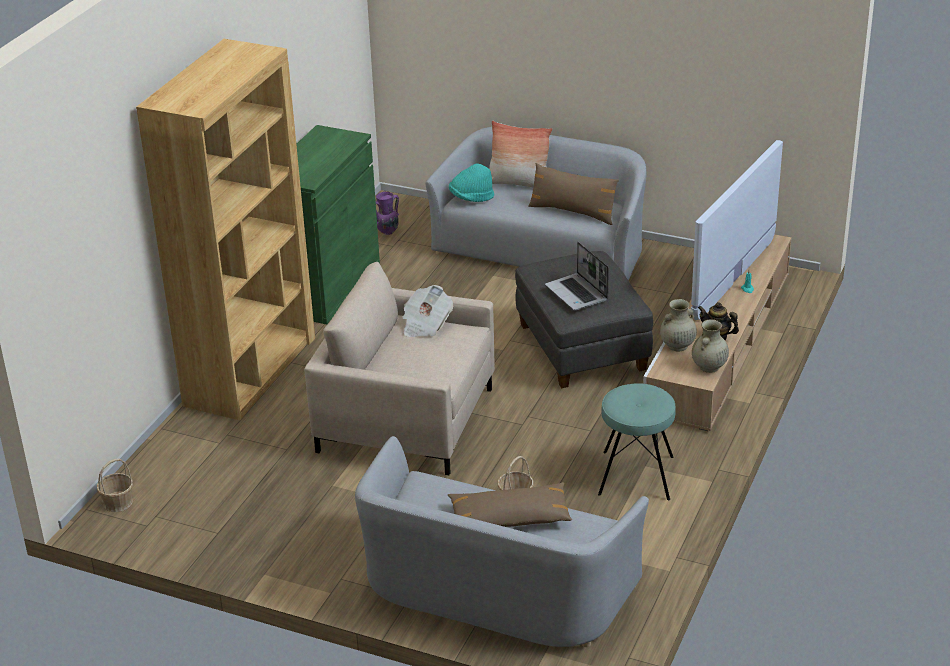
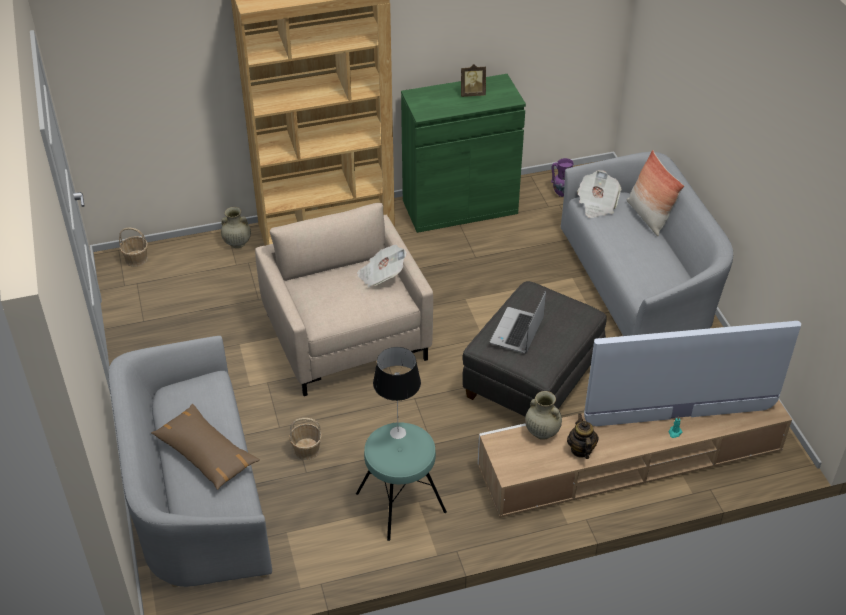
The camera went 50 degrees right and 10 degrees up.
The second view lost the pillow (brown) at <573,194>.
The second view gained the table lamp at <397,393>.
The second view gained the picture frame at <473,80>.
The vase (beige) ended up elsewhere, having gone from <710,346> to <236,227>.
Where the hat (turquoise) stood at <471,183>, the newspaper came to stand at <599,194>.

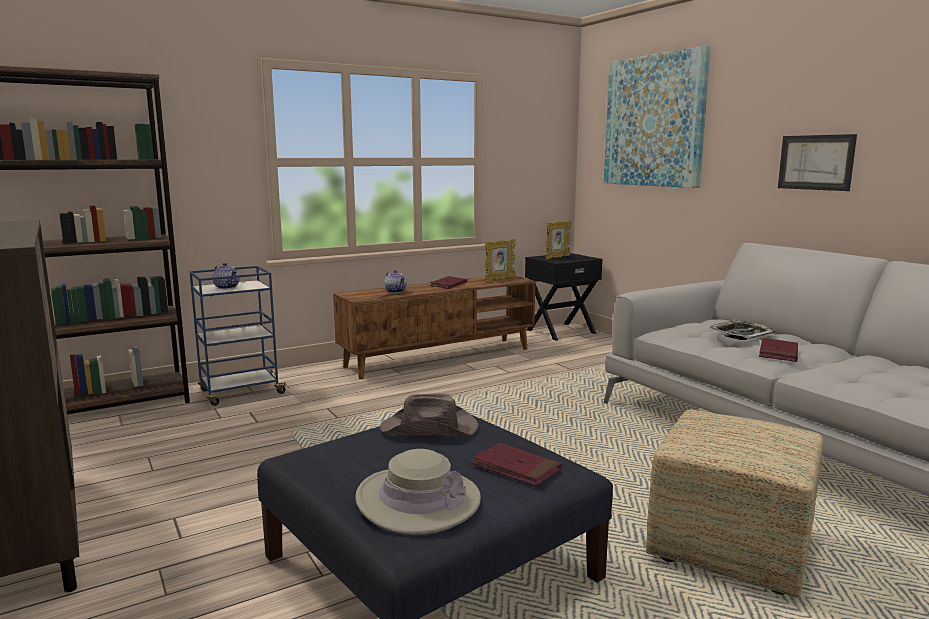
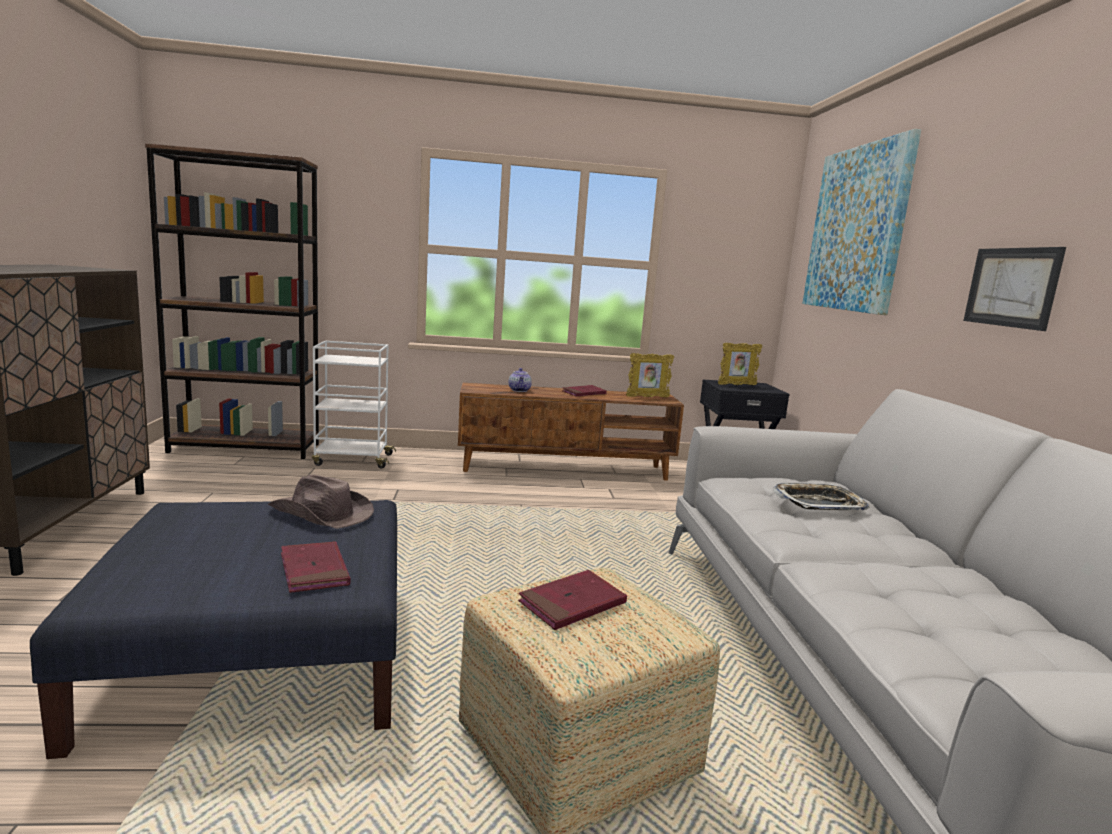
The camera went 25 degrees right and 0 degrees up.
The second view lost the teapot at <226,276>.
The second view lost the hat (beige) at <418,492>.
The book (red) ended up elsewhere, having gone from <778,350> to <572,600>.
What was the cart (blue) at <239,336> turned into the cart (white) at <354,405>.

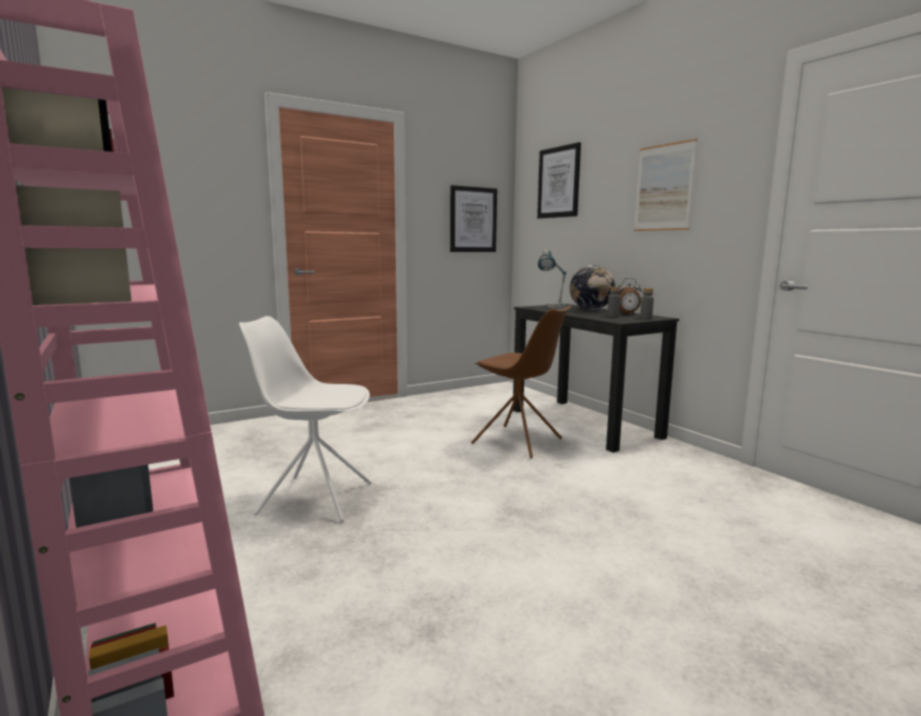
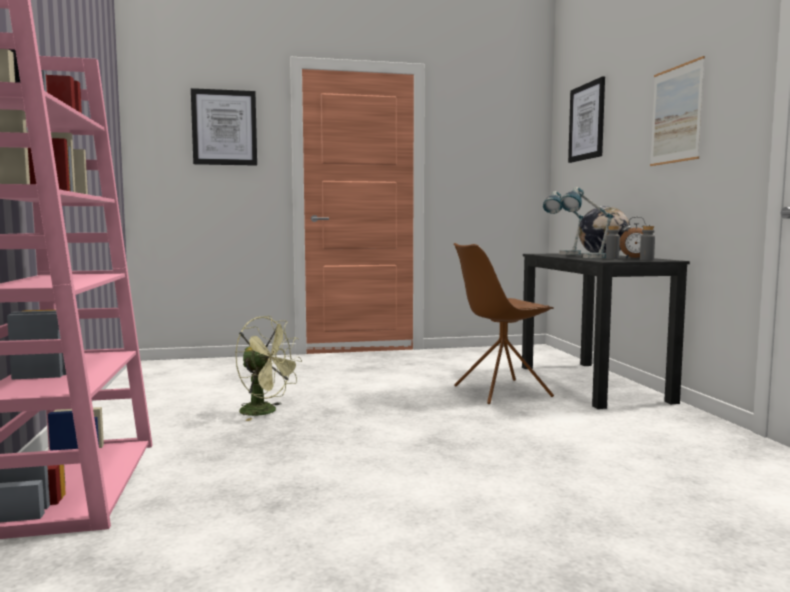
The camera went 20 degrees right and 5 degrees down.
The second view gained the table lamp at <586,222>.
The picture ended up elsewhere, having gone from <473,218> to <224,127>.
Where the chair (white) stood at <305,419>, the fan (green) came to stand at <268,368>.
The chair (brown) at <521,381> ended up facing another way, 105 degrees clockwise from before.

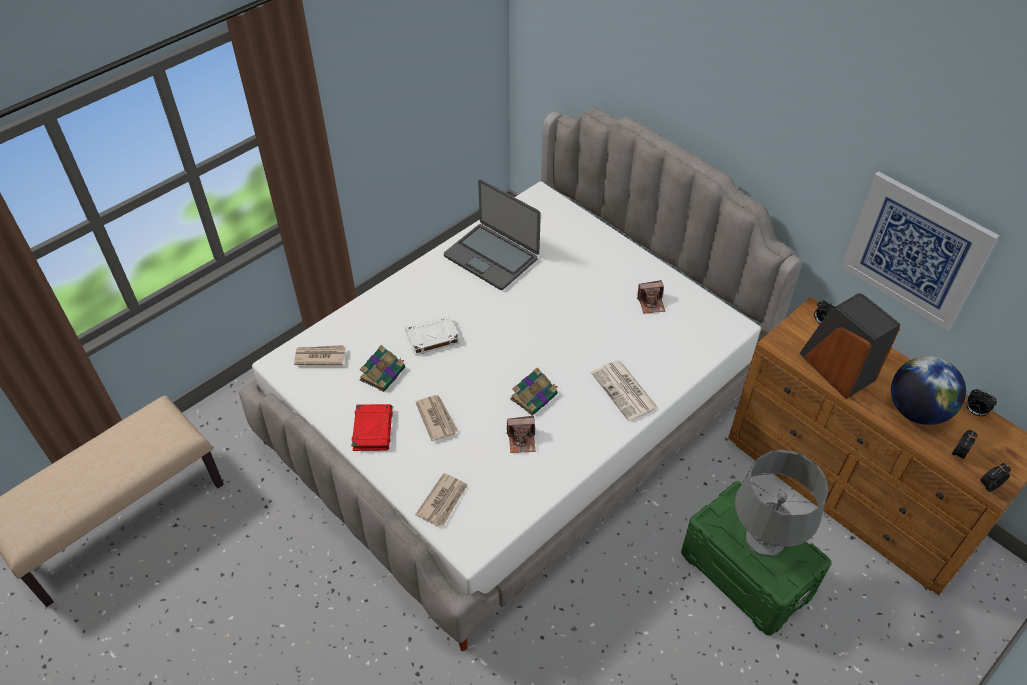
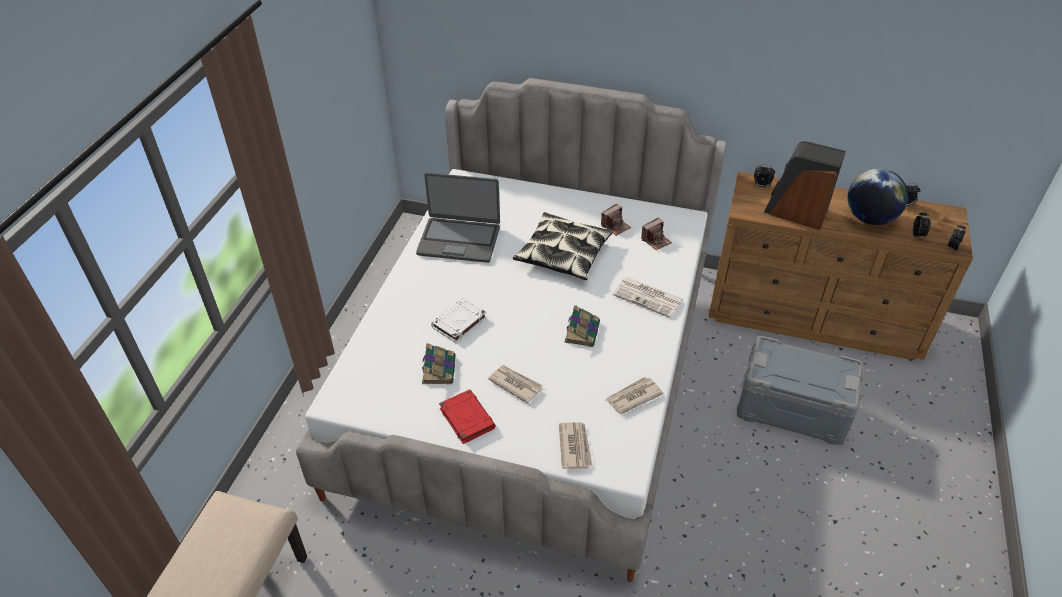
The camera went 30 degrees left and 5 degrees down.
The second view lost the table lamp (grey) at <781,503>.
The second view lost the picture at <920,251>.
The second view gained the pillow at <563,246>.
The newspaper ended up elsewhere, having gone from <320,355> to <634,395>.
The photo camera ended up elsewhere, having gone from <520,434> to <656,234>.
What was the storage box (green) at <756,558> turned into the storage box (grey) at <800,390>.

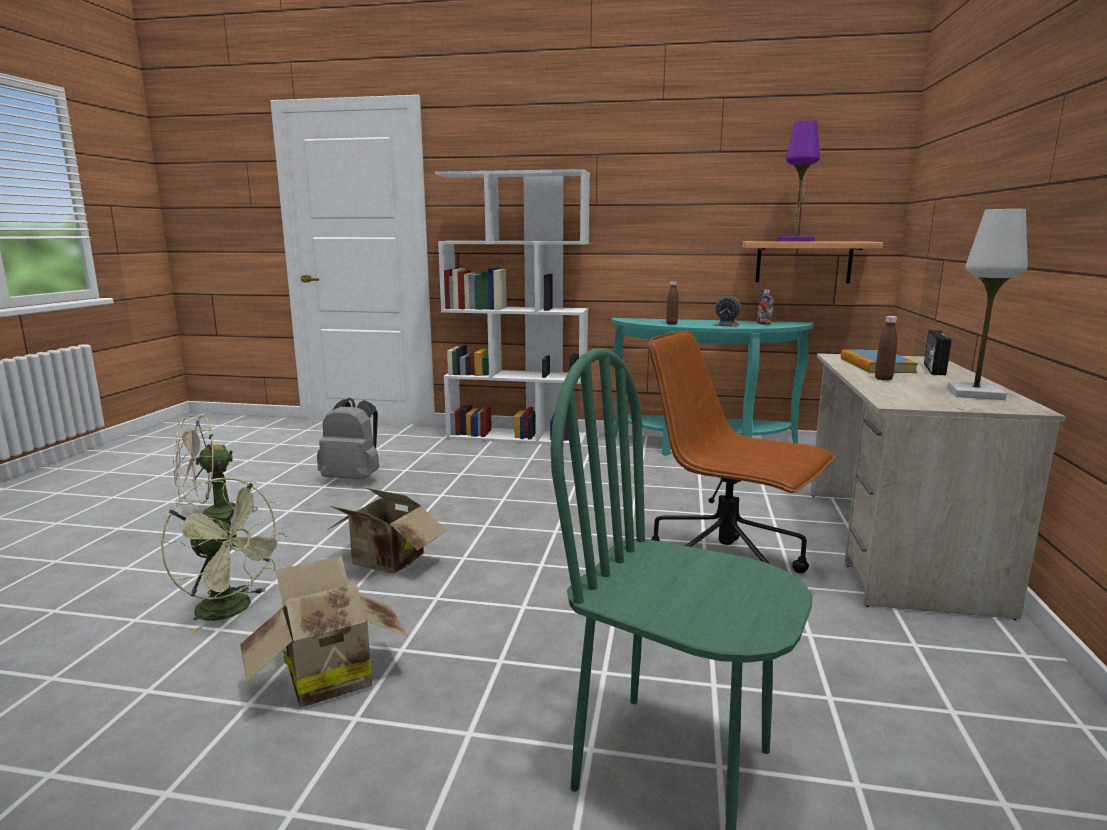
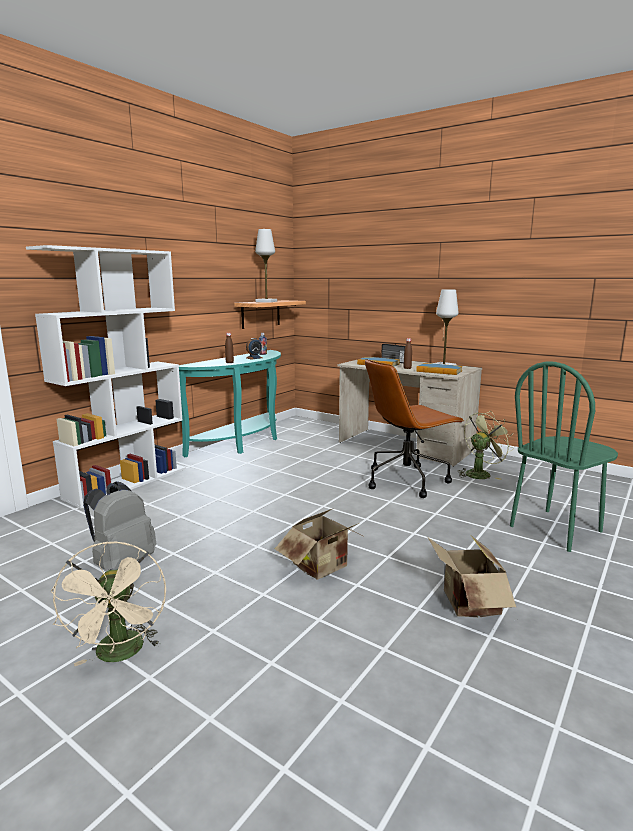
The camera went 65 degrees left and 0 degrees up.
The second view gained the book at <440,369>.
The fan (green) ended up elsewhere, having gone from <224,556> to <486,445>.
What was the table lamp (purple) at <798,181> turned into the table lamp (white) at <266,265>.

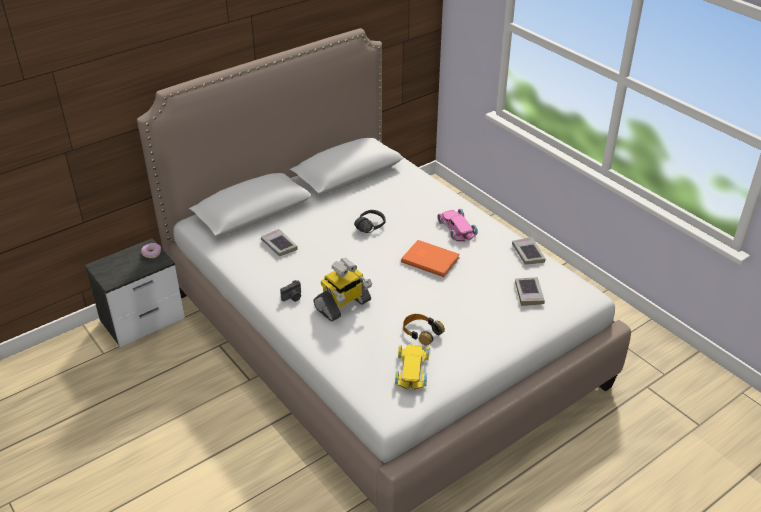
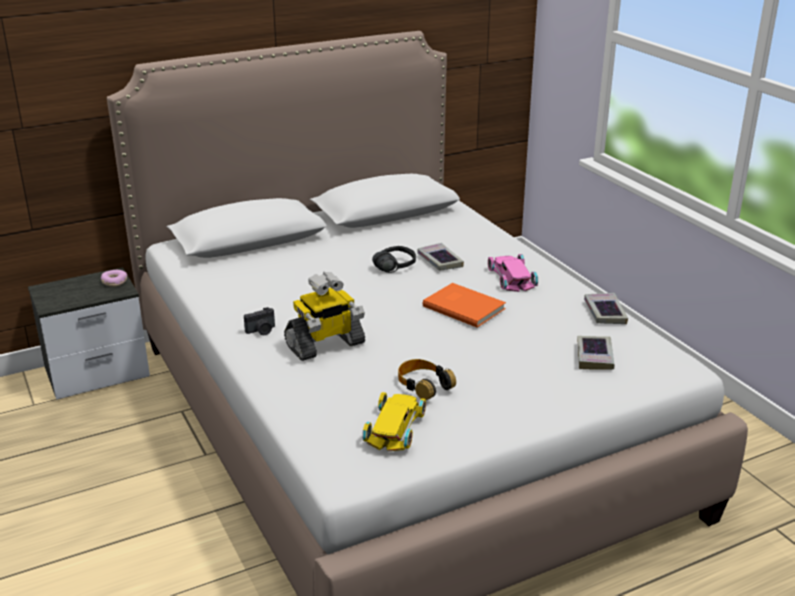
The camera went 10 degrees right and 10 degrees down.
The book ended up elsewhere, having gone from <279,242> to <440,257>.

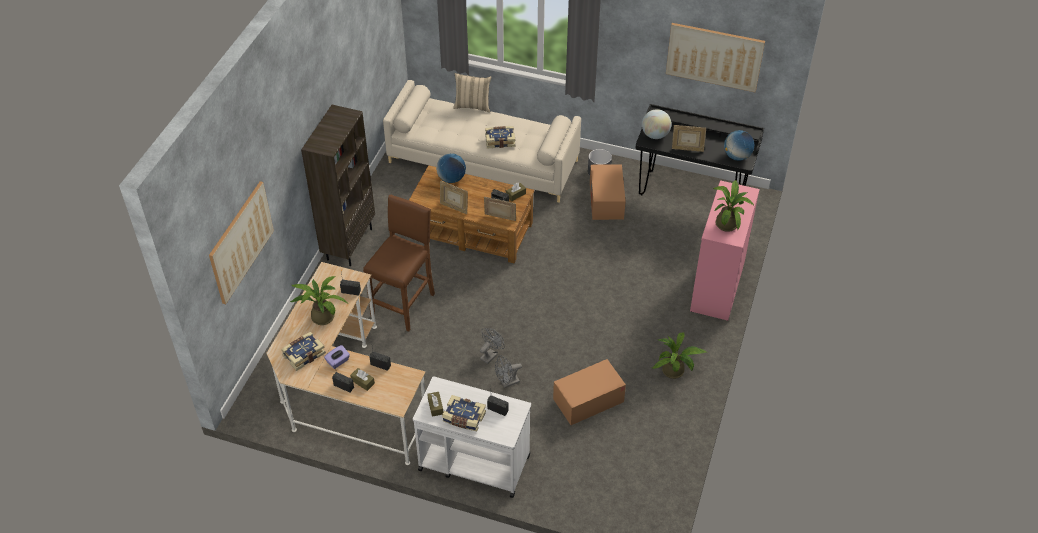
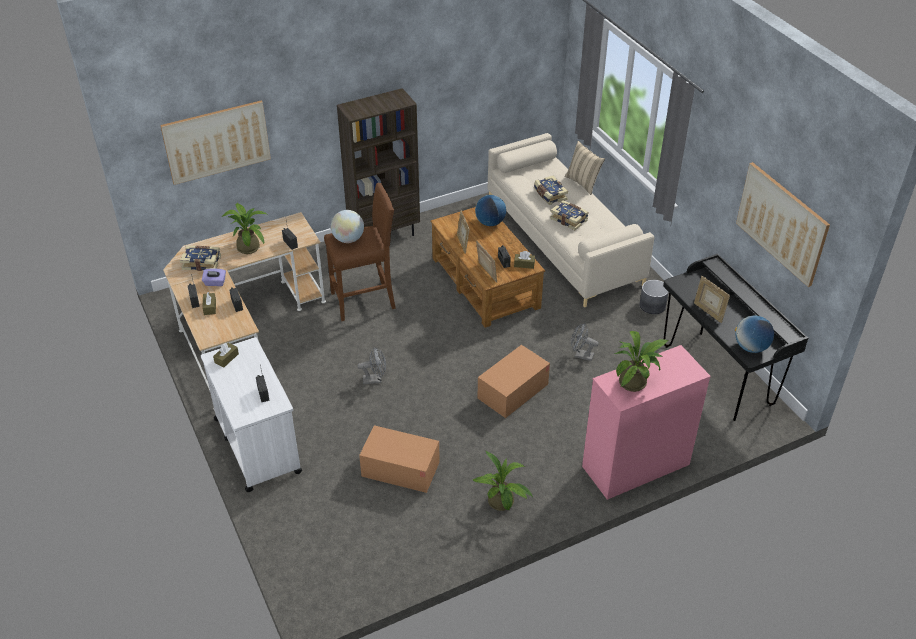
The camera went 45 degrees right and 5 degrees down.
The book ended up elsewhere, having gone from <464,413> to <551,190>.
The fan (grey) ended up elsewhere, having gone from <508,371> to <585,342>.
The cardboard box ended up elsewhere, having gone from <608,192> to <514,381>.
The globe ended up elsewhere, having gone from <657,124> to <347,226>.

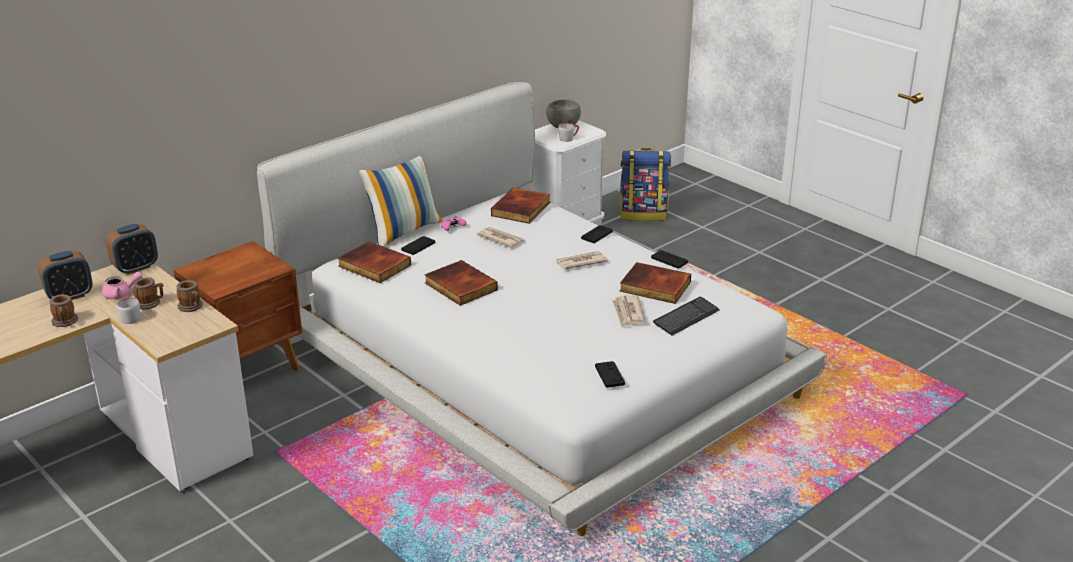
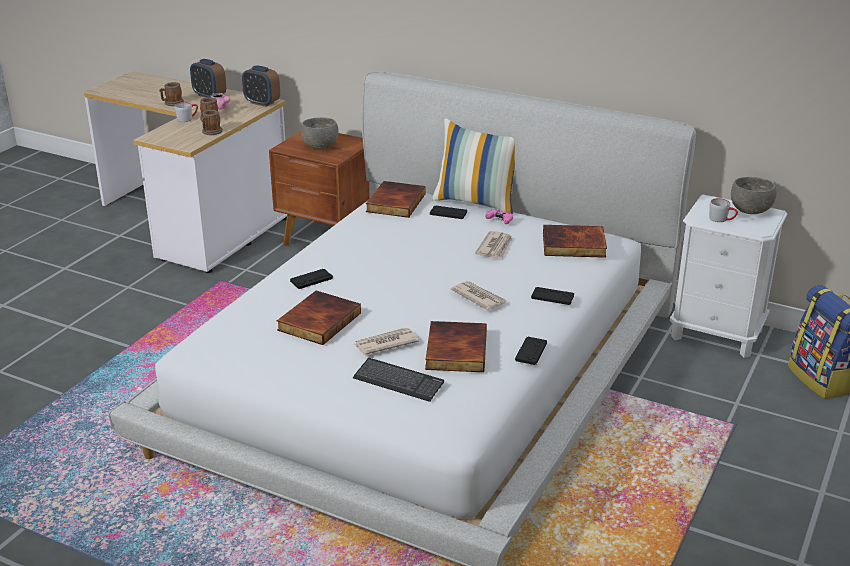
The camera went 70 degrees right and 0 degrees up.
The second view gained the bowl (grey) at <320,133>.
The book ended up elsewhere, having gone from <461,283> to <319,317>.
The game controller (black) ended up elsewhere, having gone from <610,374> to <311,279>.

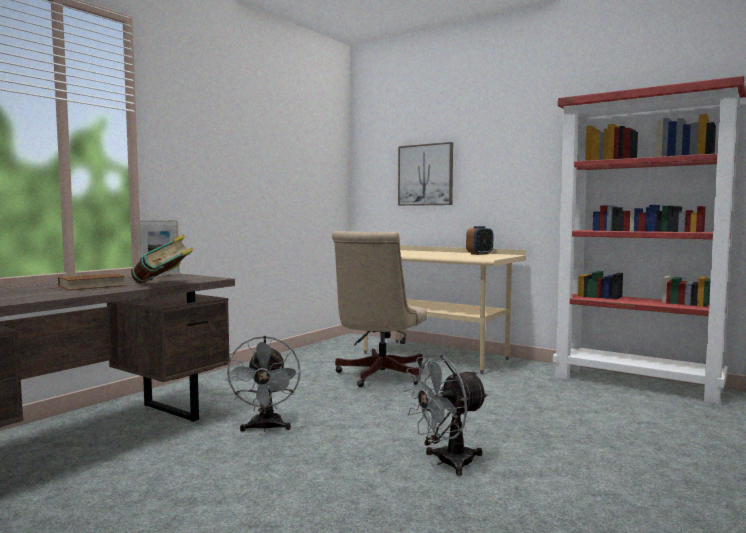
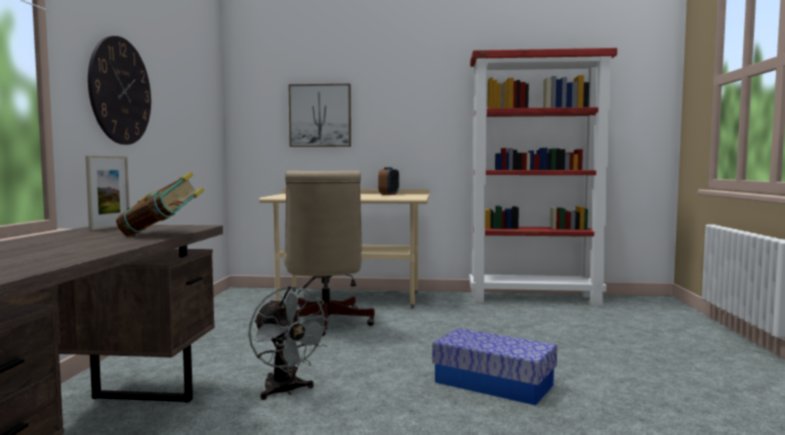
The camera went 30 degrees left and 0 degrees up.
The second view lost the book (brown) at <88,281>.
The second view gained the wall clock at <119,90>.
Where the fan (grey) stood at <445,415>, the storage box came to stand at <494,366>.

